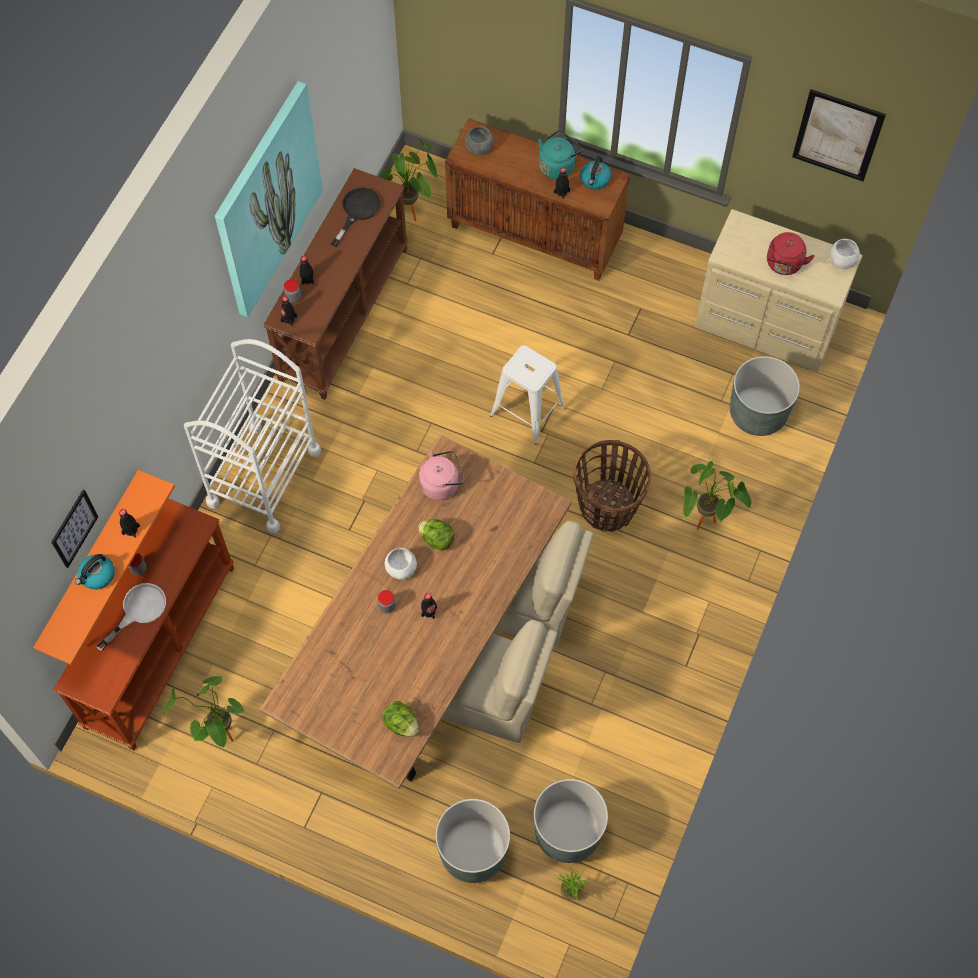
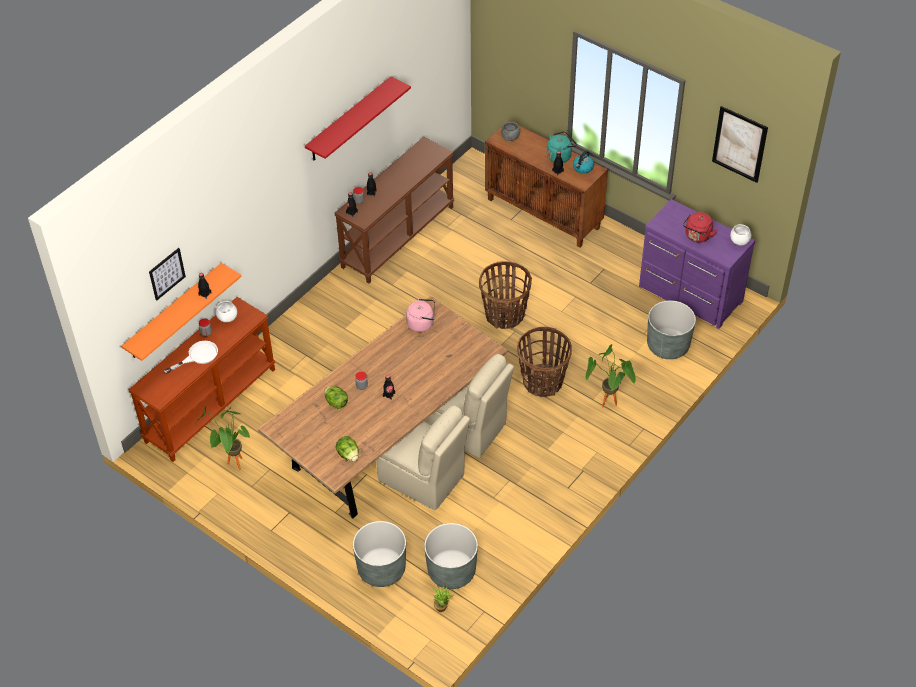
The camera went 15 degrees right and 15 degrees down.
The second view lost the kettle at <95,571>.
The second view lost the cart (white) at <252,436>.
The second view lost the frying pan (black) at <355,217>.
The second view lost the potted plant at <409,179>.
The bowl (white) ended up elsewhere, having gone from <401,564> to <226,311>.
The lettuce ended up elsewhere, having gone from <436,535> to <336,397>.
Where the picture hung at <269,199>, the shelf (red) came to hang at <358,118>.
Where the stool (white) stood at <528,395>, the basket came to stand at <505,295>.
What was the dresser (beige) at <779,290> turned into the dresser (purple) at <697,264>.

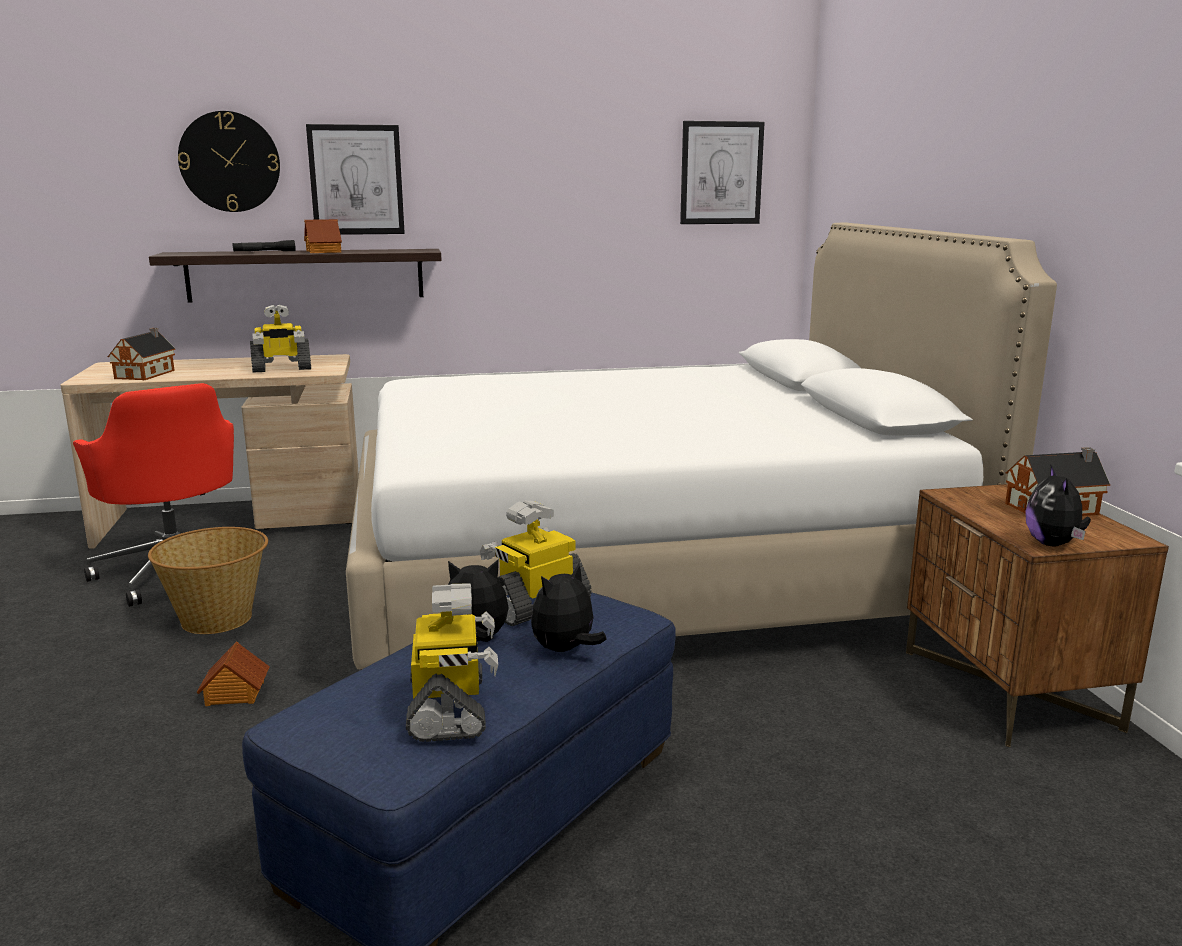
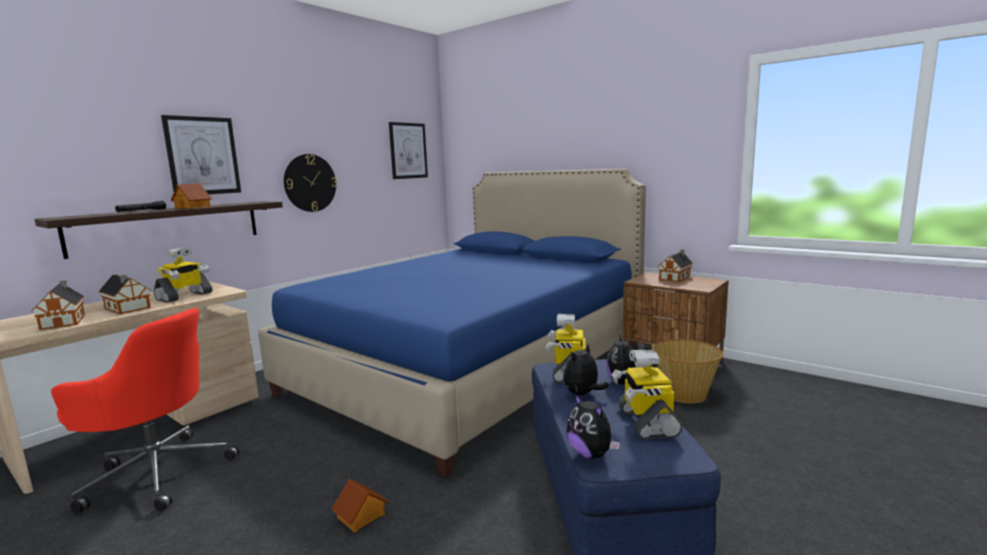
The camera went 40 degrees left and 5 degrees down.
The second view gained the toy house at <124,294>.
The basket ended up elsewhere, having gone from <208,580> to <688,371>.
The wall clock ended up elsewhere, having gone from <229,161> to <310,183>.
The plush toy ended up elsewhere, having gone from <1058,506> to <593,426>.
What was the bed (white) at <701,446> turned into the bed (blue) at <452,323>.
The toy robot at <452,662> ended up facing another way, 135 degrees counterclockwise from before.

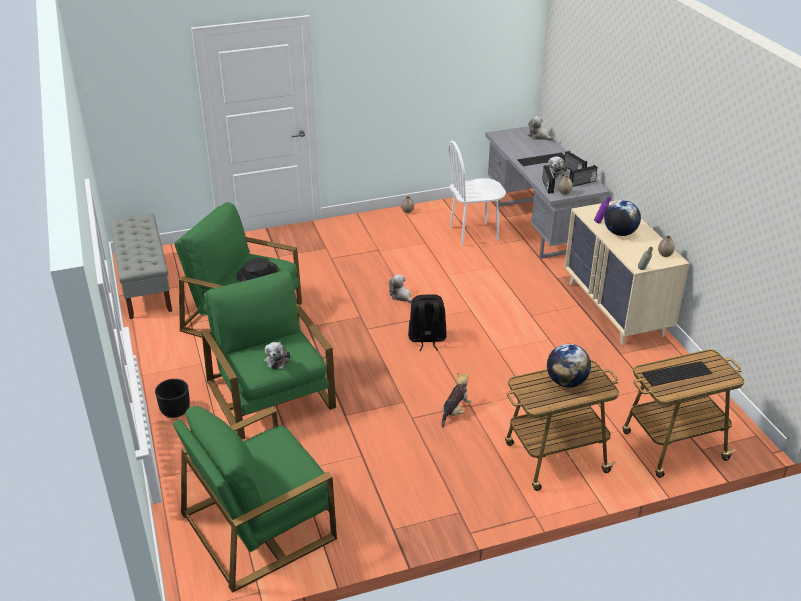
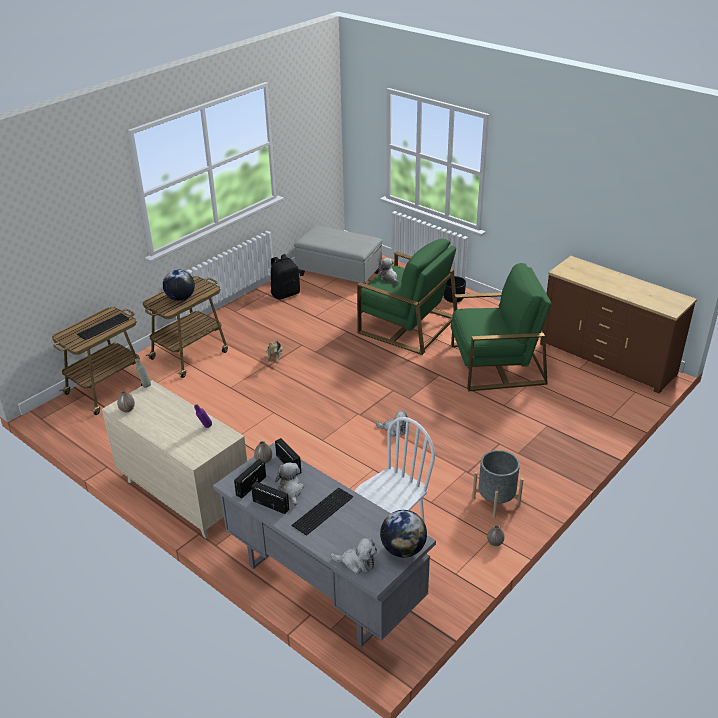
The camera went 150 degrees right and 0 degrees up.
The second view lost the hat (black) at <257,270>.
The second view gained the planter (grey) at <498,484>.
The backpack (black) ended up elsewhere, having gone from <427,322> to <285,277>.
The globe ended up elsewhere, having gone from <622,218> to <403,534>.
Where the bench (grey) stood at <141,266>, the dresser (brown) came to stand at <618,324>.
Where the armchair (green) stood at <255,499>, the ottoman (grey) came to stand at <338,257>.

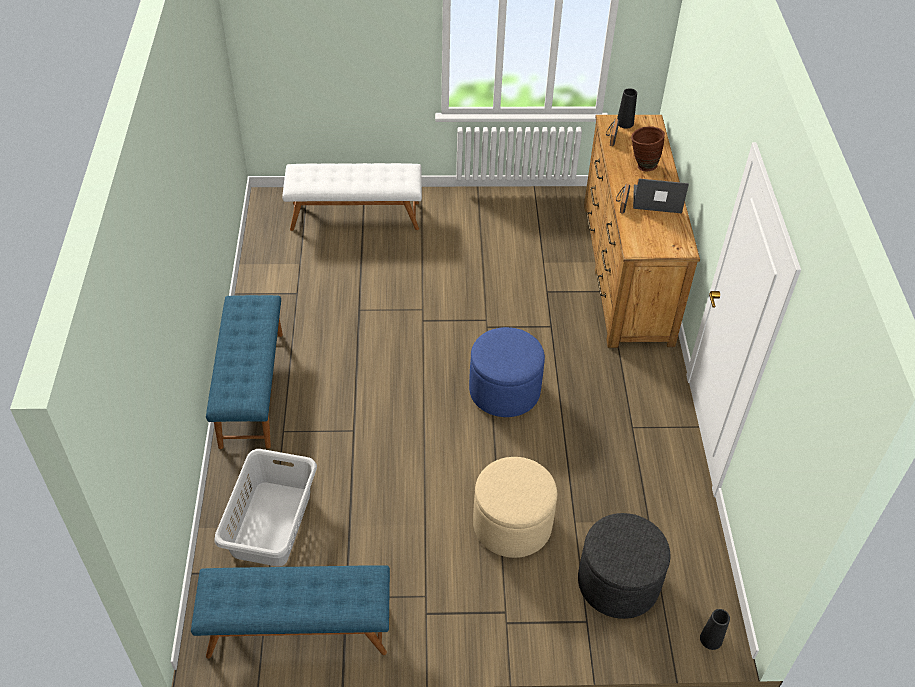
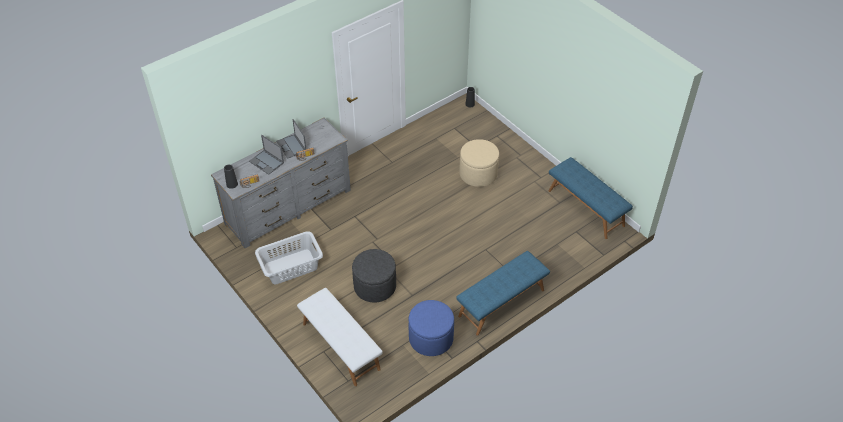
The camera went 125 degrees left and 0 degrees up.
The laundry basket (grey) ended up elsewhere, having gone from <265,507> to <289,257>.
The ottoman (blue) ended up elsewhere, having gone from <507,372> to <431,328>.
The ottoman (grey) ended up elsewhere, having gone from <624,566> to <374,275>.
Where the vase (brown) stood at <648,148>, the laptop came to stand at <266,155>.
What was the dresser (brown) at <642,231> turned into the dresser (grey) at <281,183>.

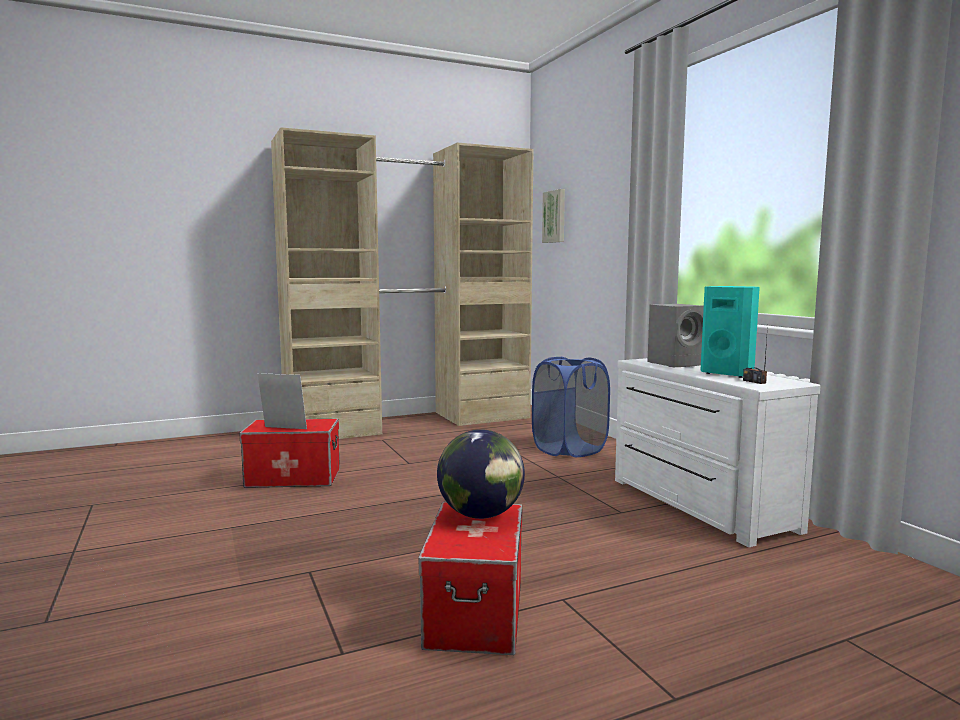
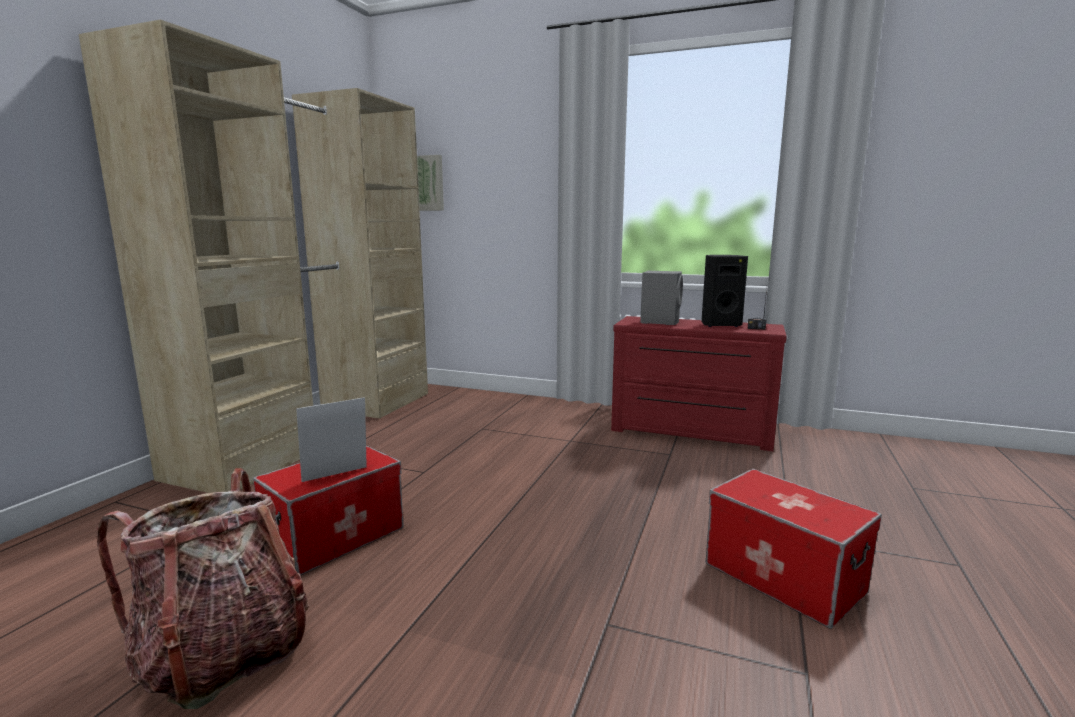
The camera went 45 degrees left and 5 degrees up.
The second view lost the globe at <481,474>.
The second view lost the laundry basket (blue) at <571,407>.
The second view gained the backpack at <202,588>.
What was the dresser (white) at <717,452> turned into the dresser (red) at <699,383>.
What was the speaker (turquoise) at <730,332> turned into the speaker (black) at <724,291>.

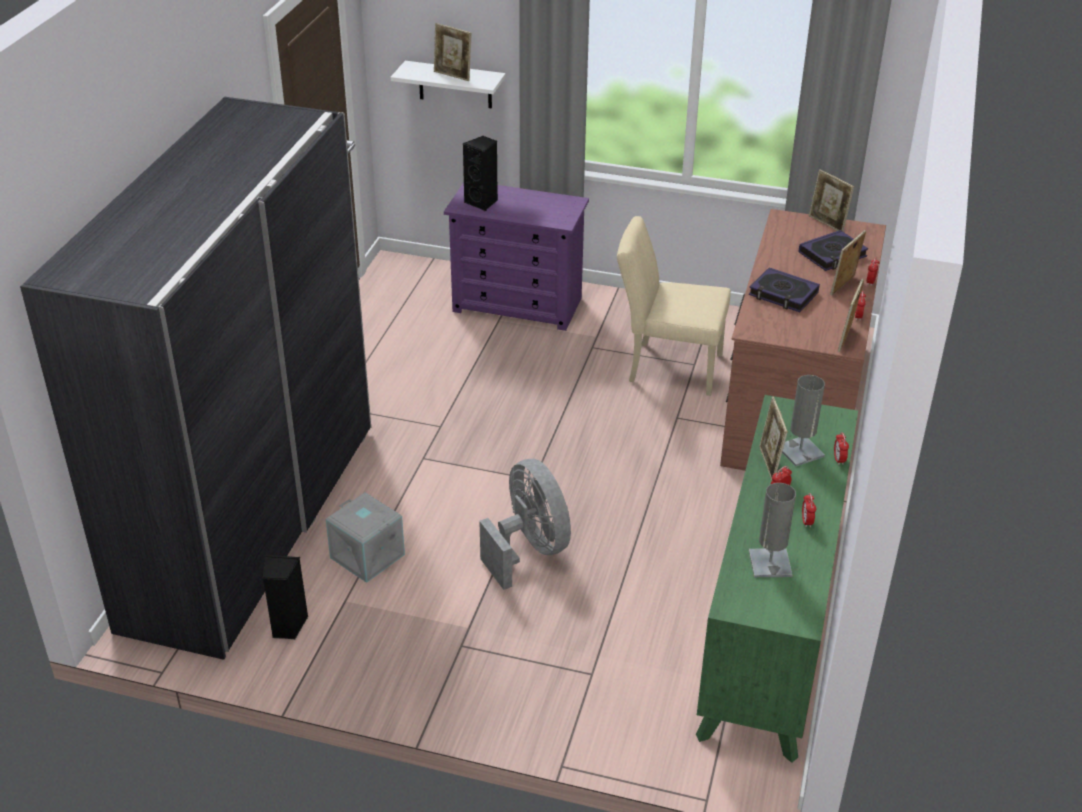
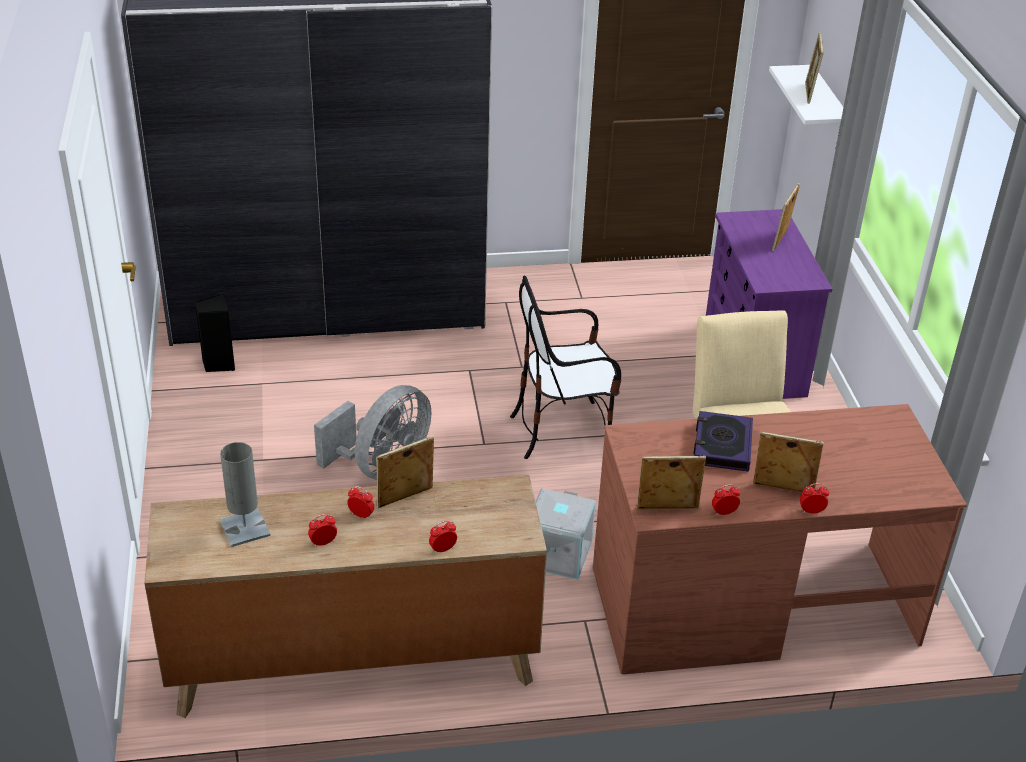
The camera went 65 degrees right and 0 degrees up.
The second view lost the speaker (black) at <480,173>.
The second view lost the table lamp (grey) at <803,420>.
The second view lost the book at <833,250>.
The second view gained the chair at <565,367>.
The storage box (grey) ended up elsewhere, having gone from <365,537> to <566,534>.
The picture frame ended up elsewhere, having gone from <831,200> to <786,217>.
What was the dresser (green) at <777,579> turned into the dresser (brown) at <345,596>.

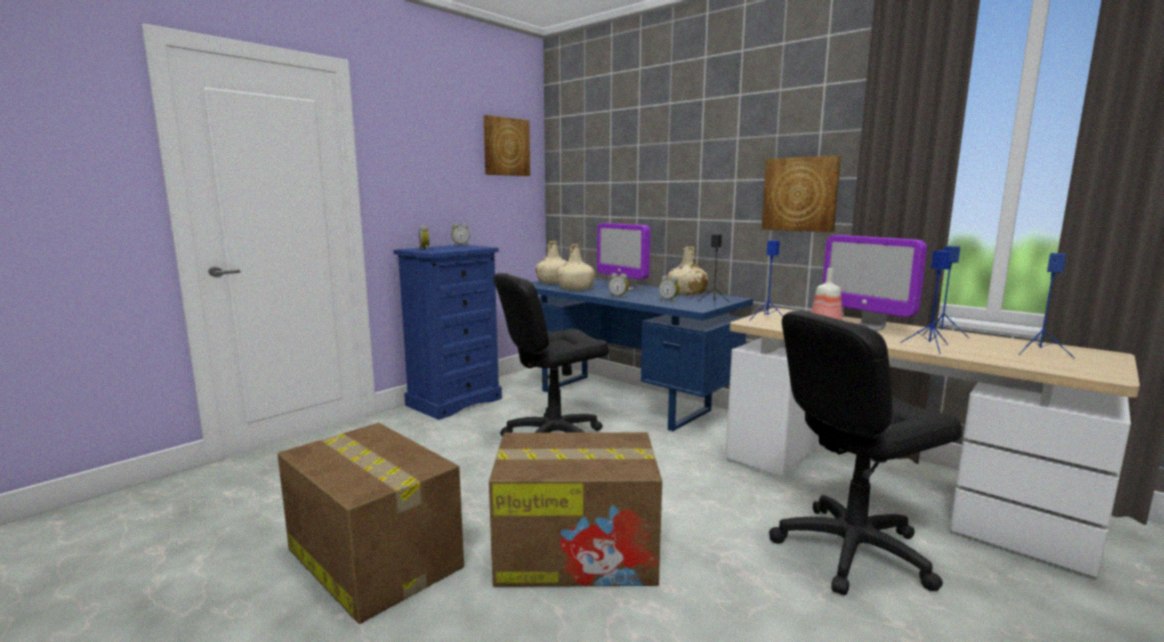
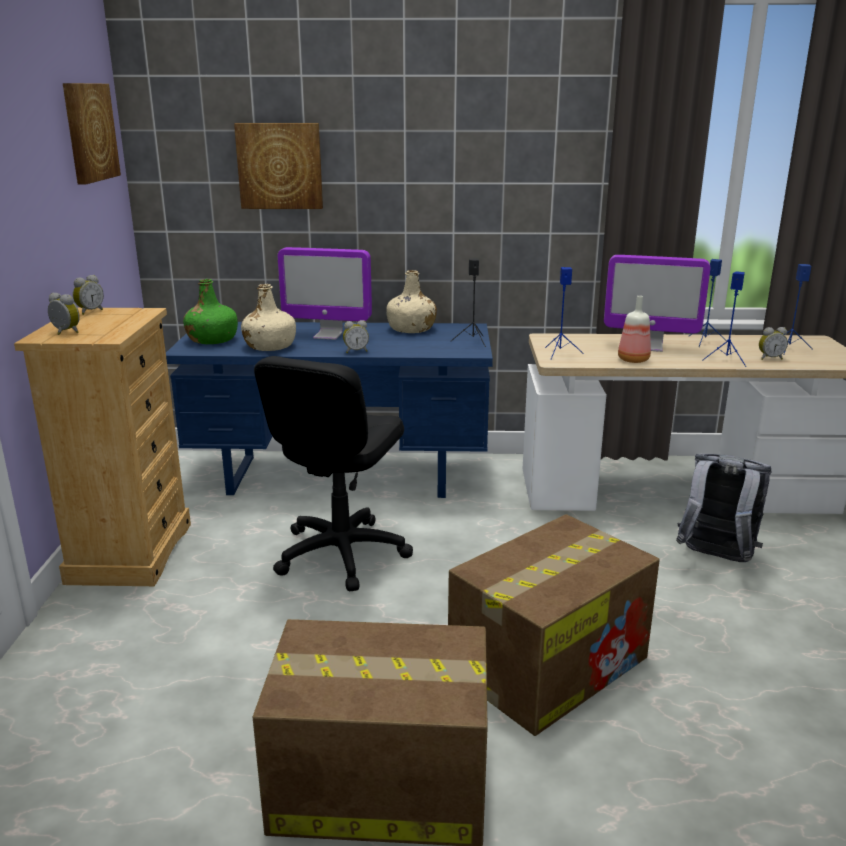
The camera went 40 degrees left and 10 degrees up.
The alarm clock ended up elsewhere, having gone from <669,288> to <773,343>.
The picture ended up elsewhere, having gone from <801,194> to <278,166>.
Where the office chair (black) stood at <865,453>, the backpack (grey) came to stand at <724,508>.
What was the dresser (blue) at <448,332> turned into the dresser (beige) at <102,446>.
What was the bottle (beige) at <551,262> turned into the bottle (green) at <210,311>.

